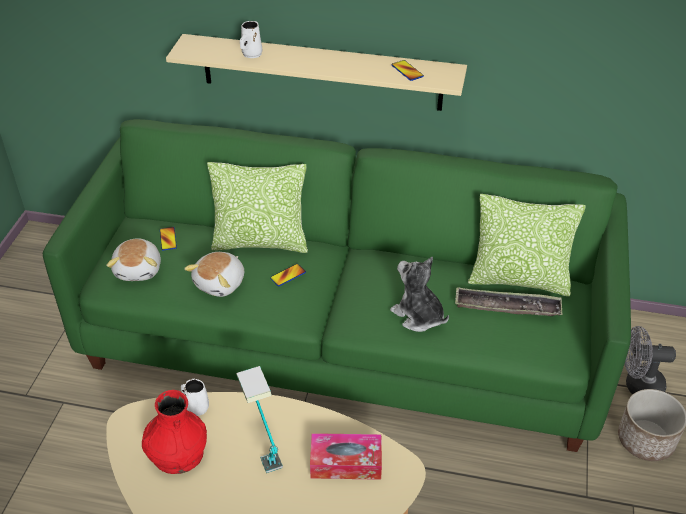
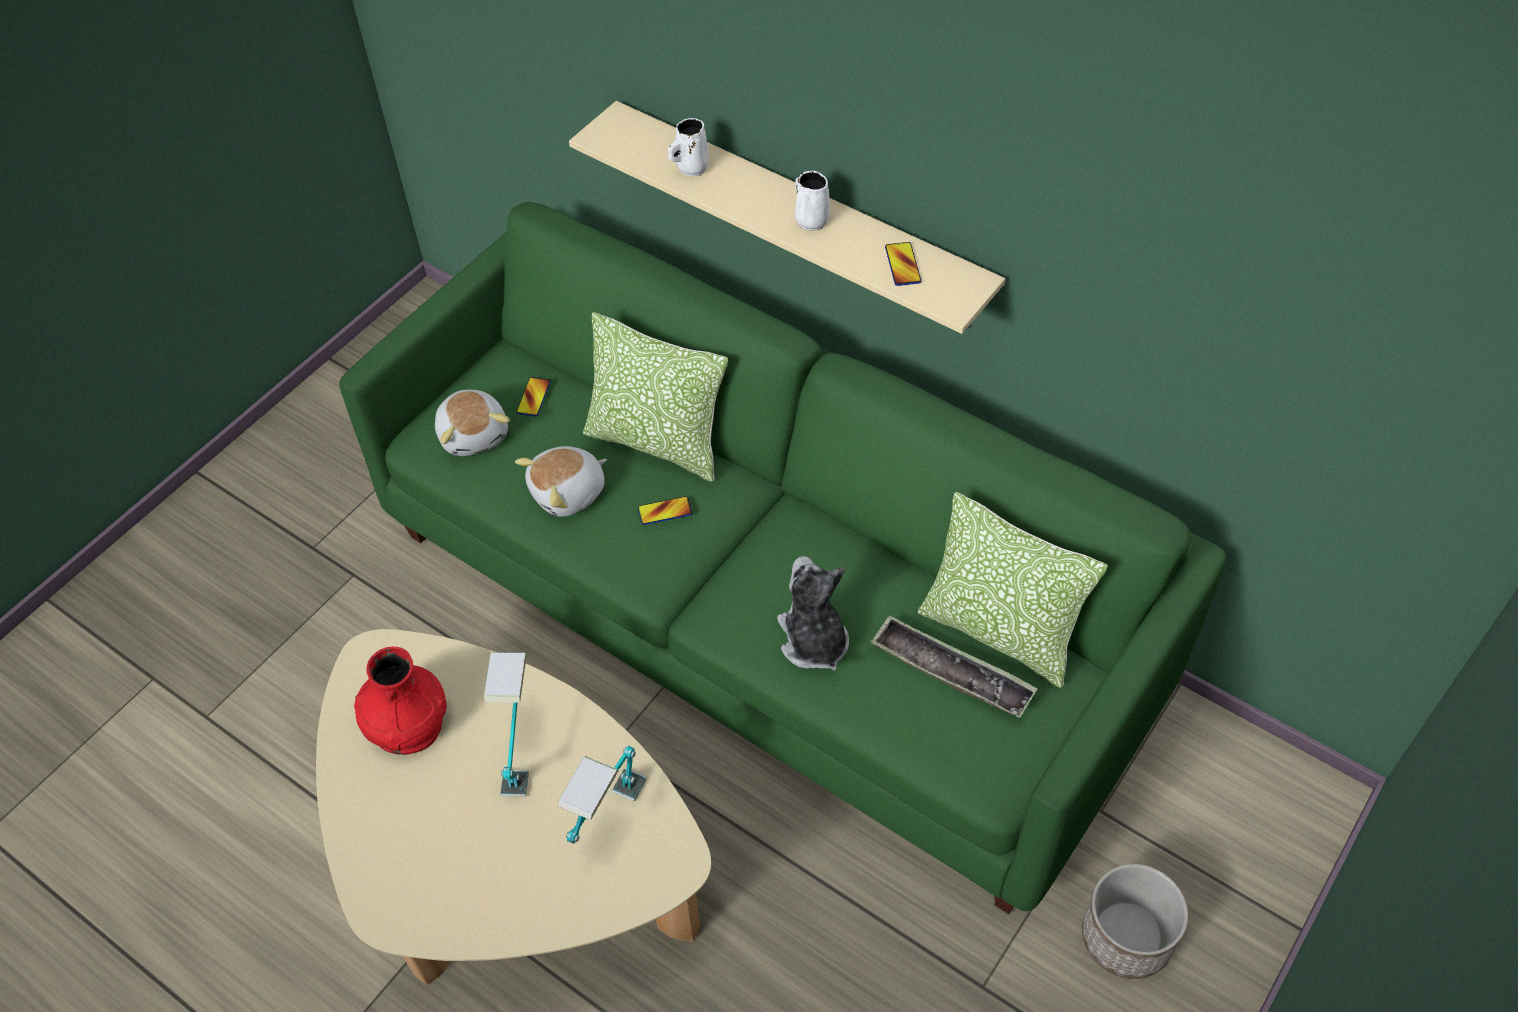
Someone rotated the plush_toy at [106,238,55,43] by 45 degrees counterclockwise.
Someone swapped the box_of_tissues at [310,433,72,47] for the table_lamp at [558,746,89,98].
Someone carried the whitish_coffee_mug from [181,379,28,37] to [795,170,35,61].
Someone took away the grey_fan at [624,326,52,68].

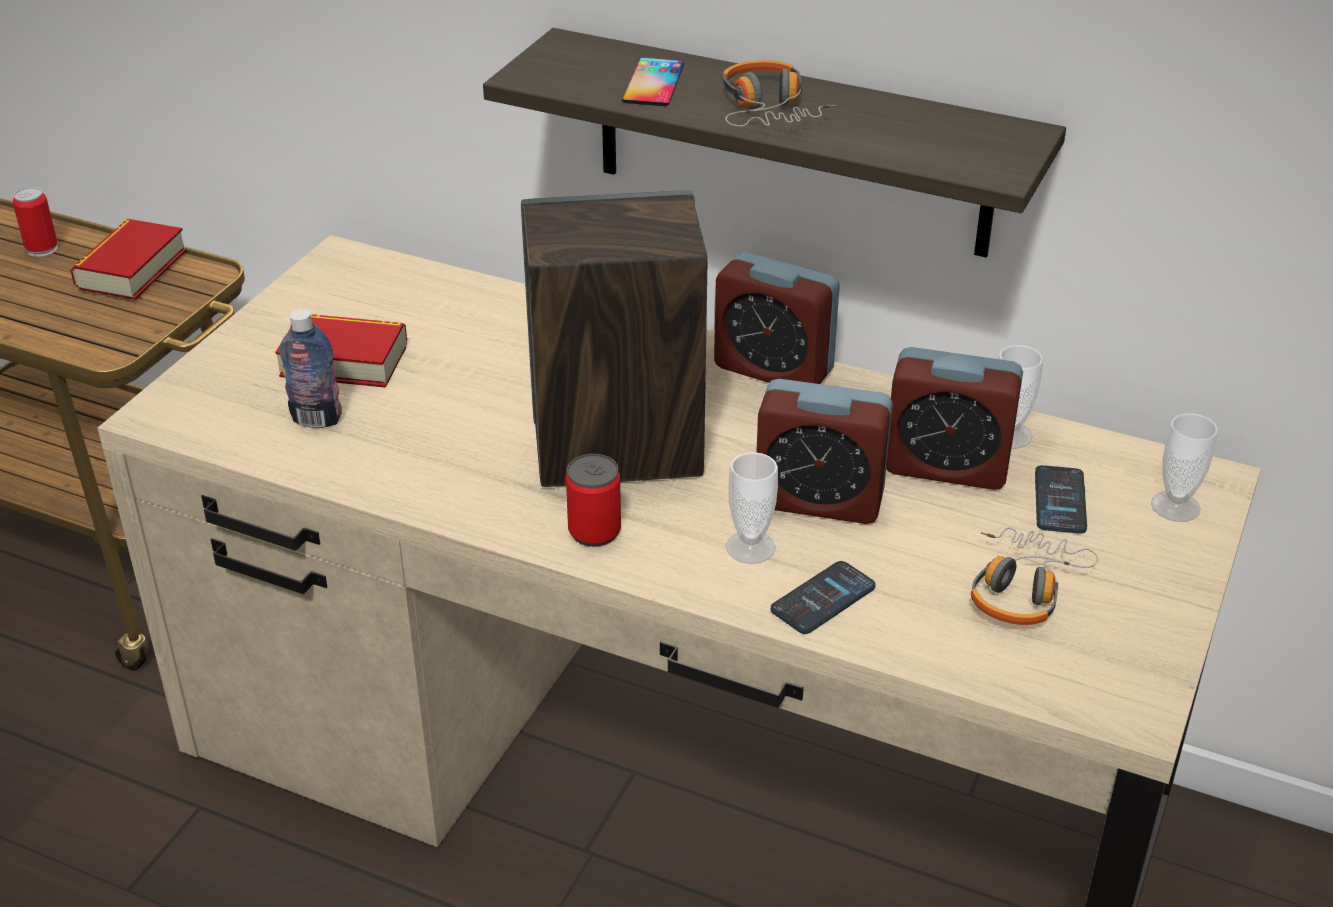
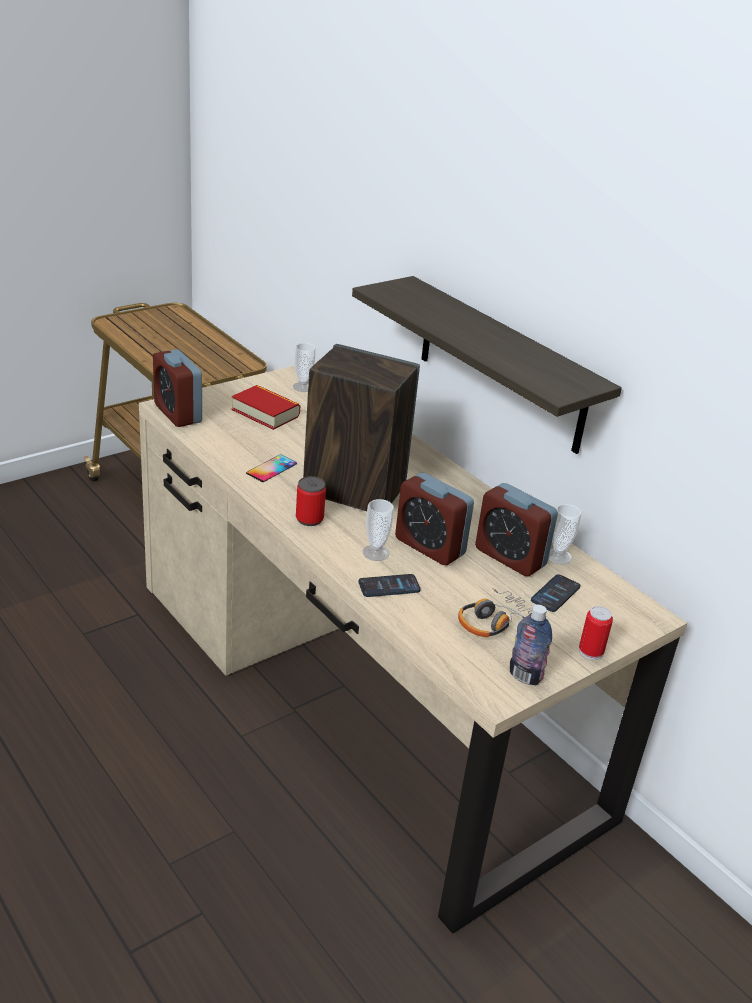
Someone carried the table_clock from [714,252,126,132] to [153,349,49,78].
Someone carried the handset from [622,57,62,49] to [246,454,51,28].
Someone carried the drinking_cup from [1151,413,67,109] to [293,343,23,49].
Someone carried the bottle from [279,309,63,119] to [510,605,42,80].
Someone carried the can from [13,187,45,70] to [579,606,34,54].
Someone took away the bound_book at [70,219,117,81].
Someone took away the pair_of_headphones at [723,60,113,67].

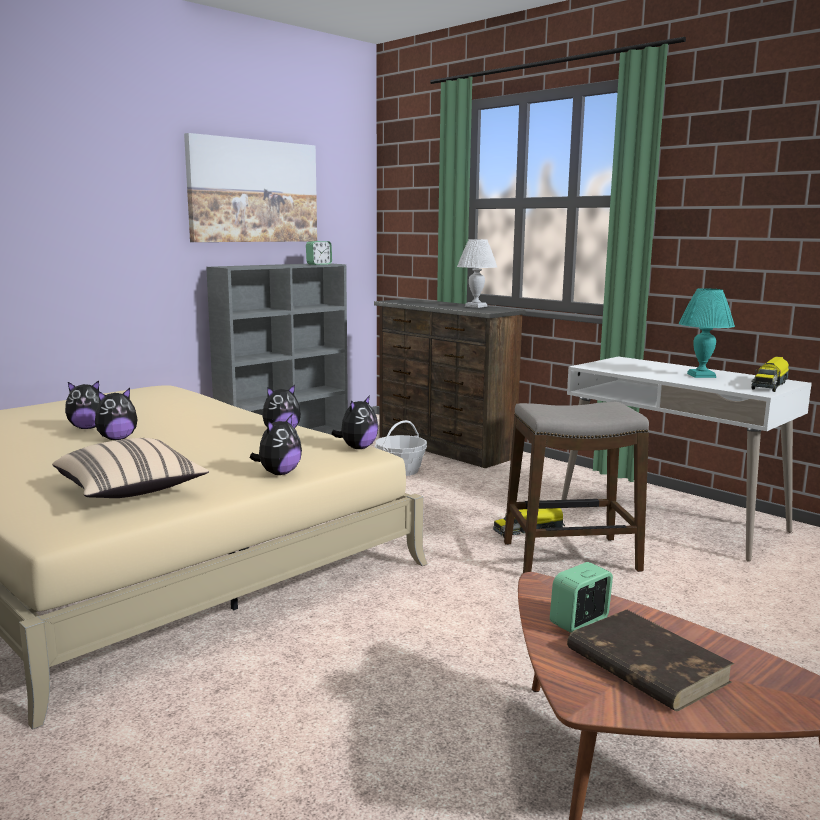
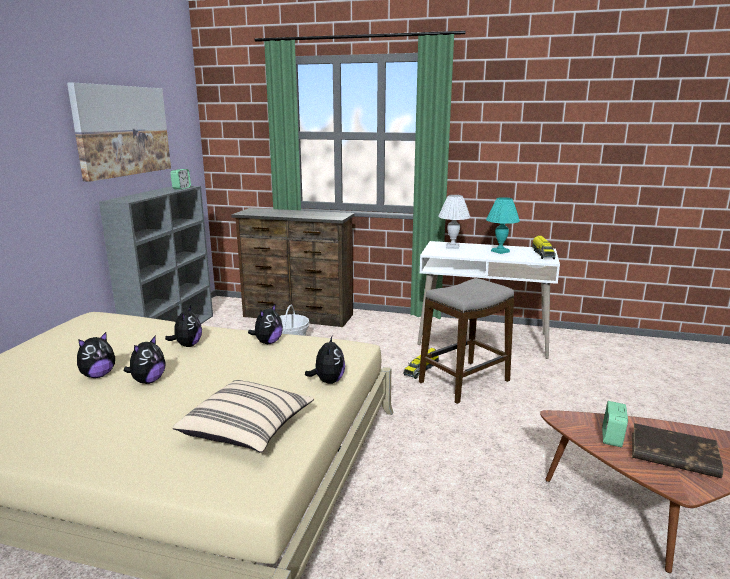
Someone carried the plush_toy from [331,395,47,54] to [165,305,37,42].
Someone carried the whitish_table_lamp from [457,239,40,69] to [438,195,32,54].

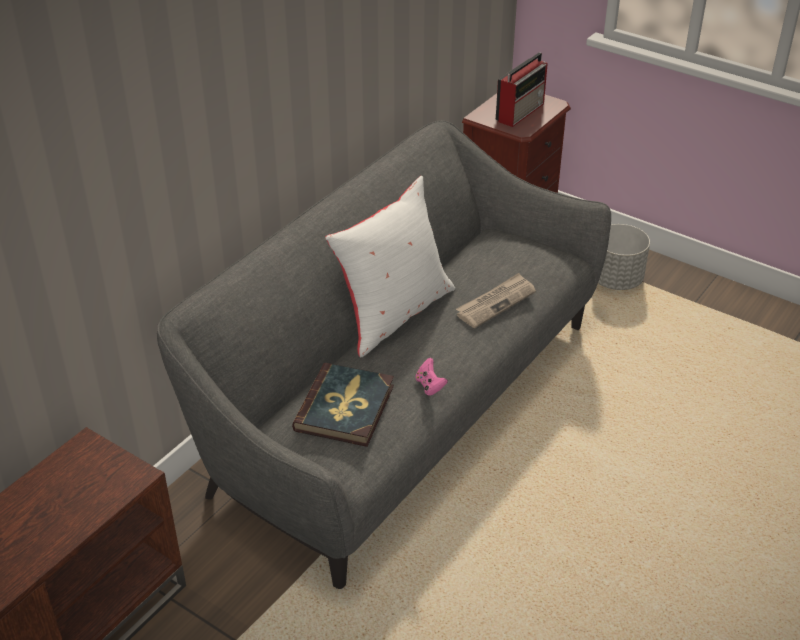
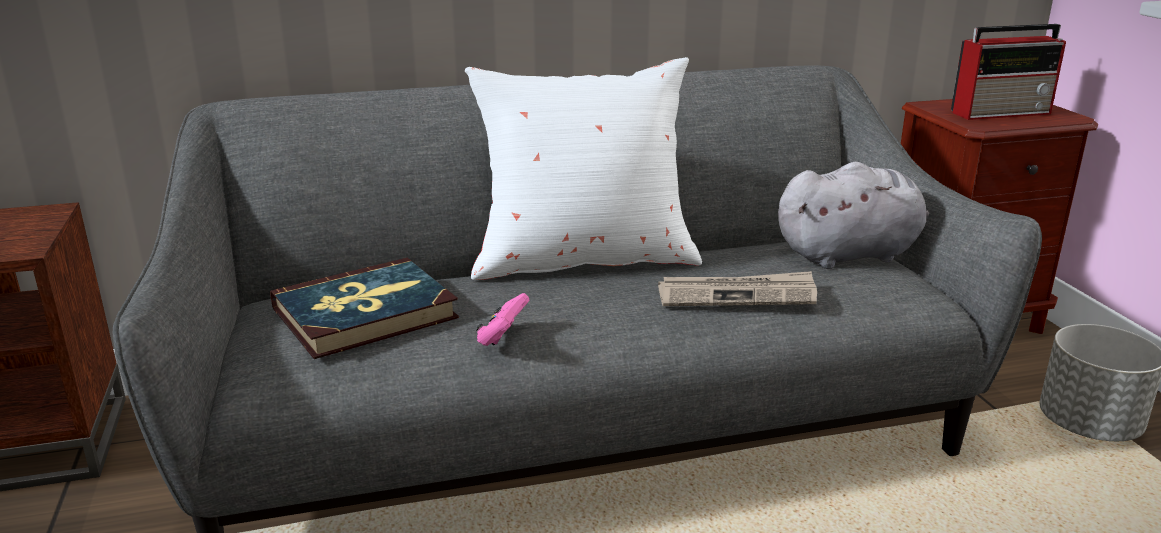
Someone put down the grey_plush_toy at [778,162,151,107].

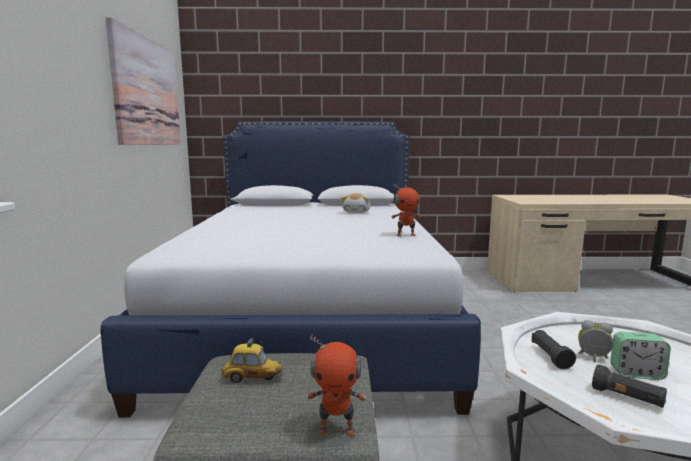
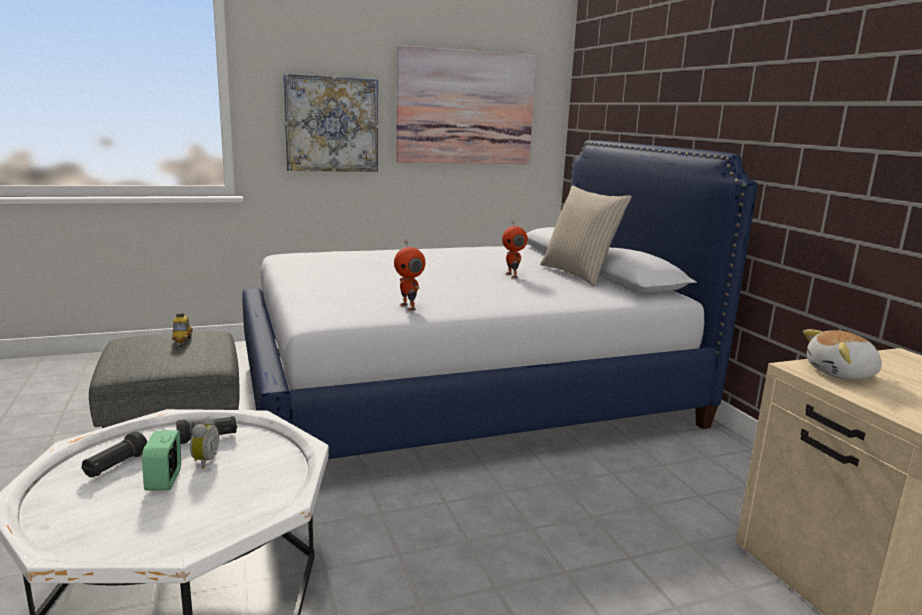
Someone put up the wall_art at [283,74,95,98].
Someone carried the toy_robot from [307,334,59,101] to [502,221,26,57].
Someone put down the beige-coloured_throw_pillow at [540,185,92,102].
Someone carried the plush_toy from [341,193,29,20] to [803,329,79,51].

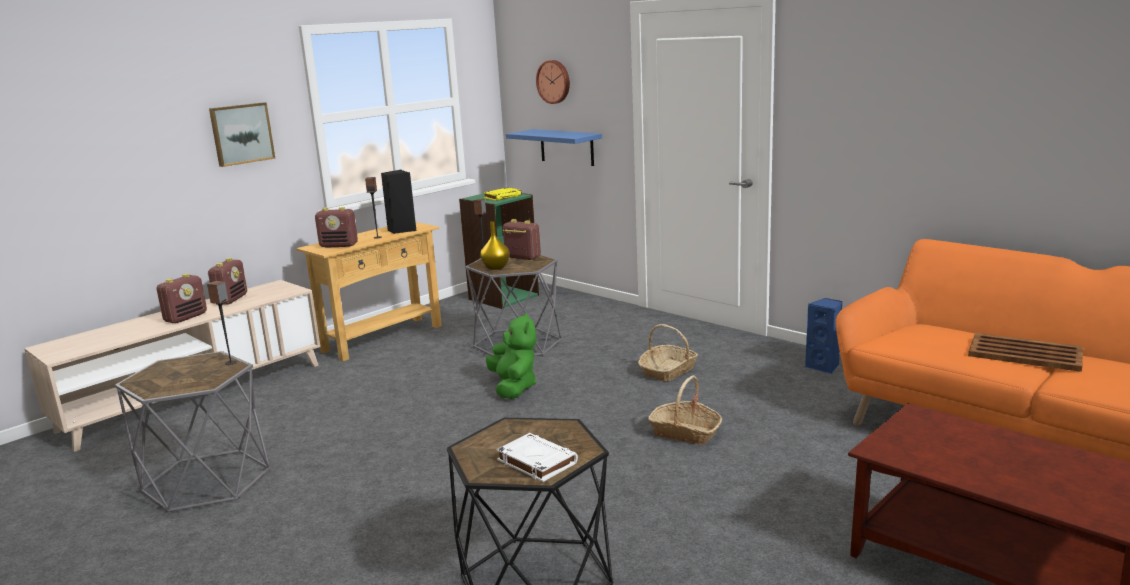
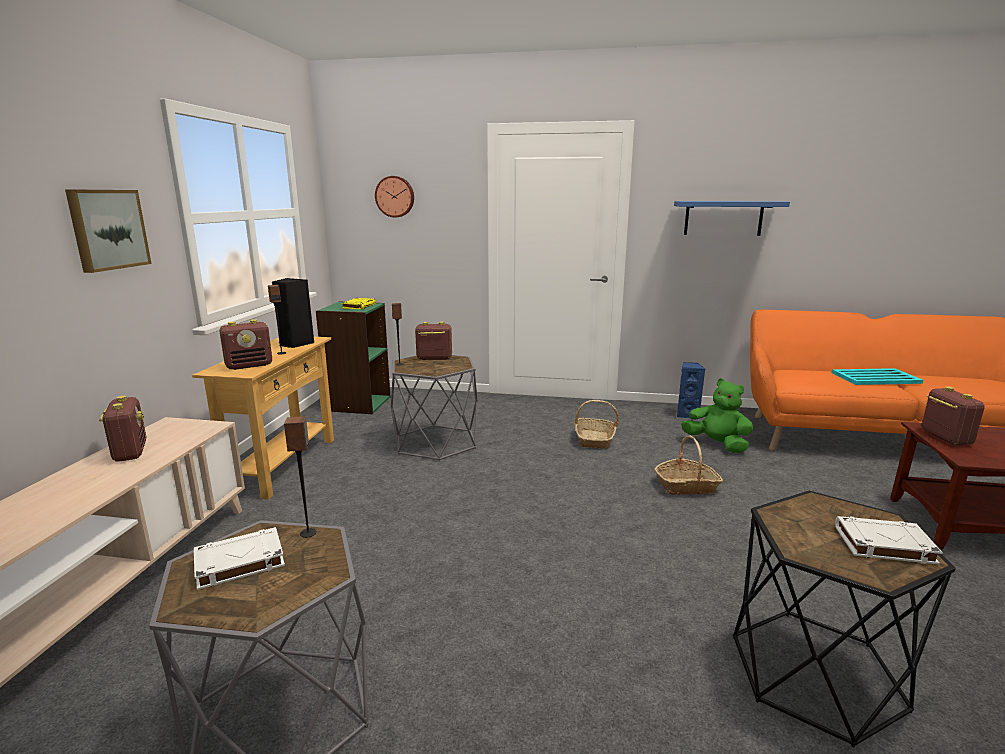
Someone put down the whitish_bound_book at [194,527,91,63].
Someone carried the bluish_wall_shelf from [506,129,96,37] to [674,201,116,35].
Someone carried the green-coloured_plush_toy from [486,312,51,87] to [681,379,72,74].
Someone repainted the brownish_serving_tray at [968,333,115,39], which became the turquoise-coloured_serving_tray at [831,368,92,17].
Someone carried the radio_receiver from [157,273,50,50] to [922,387,63,59].
Someone took away the yellowish_decorative_vase at [480,221,30,49].

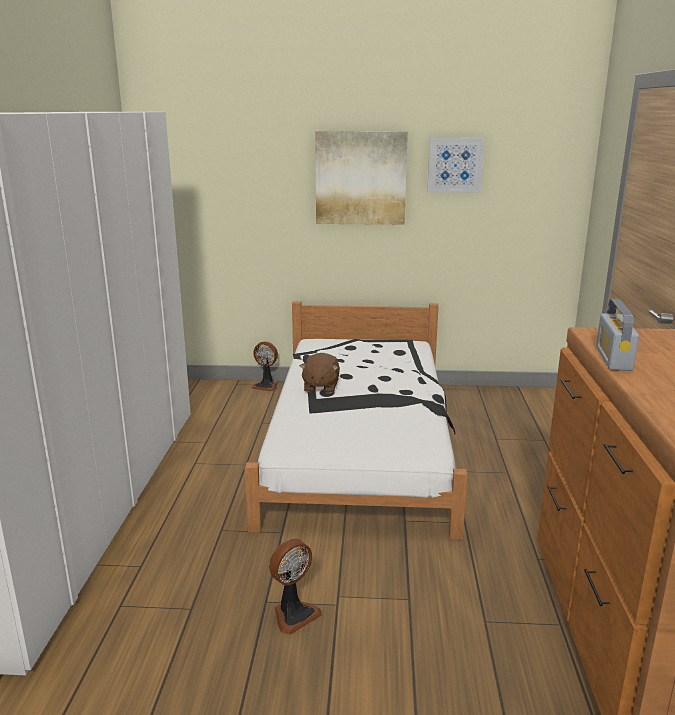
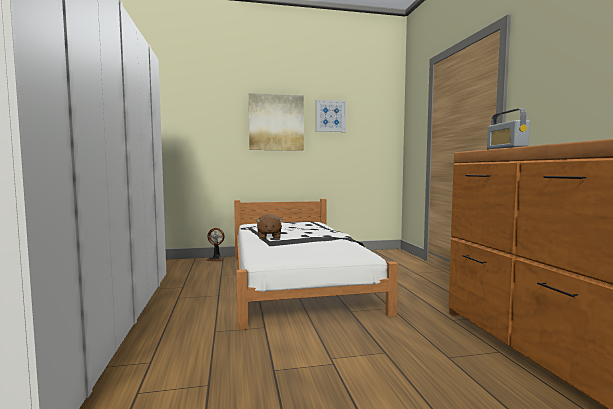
Someone took away the fan at [269,539,53,96].

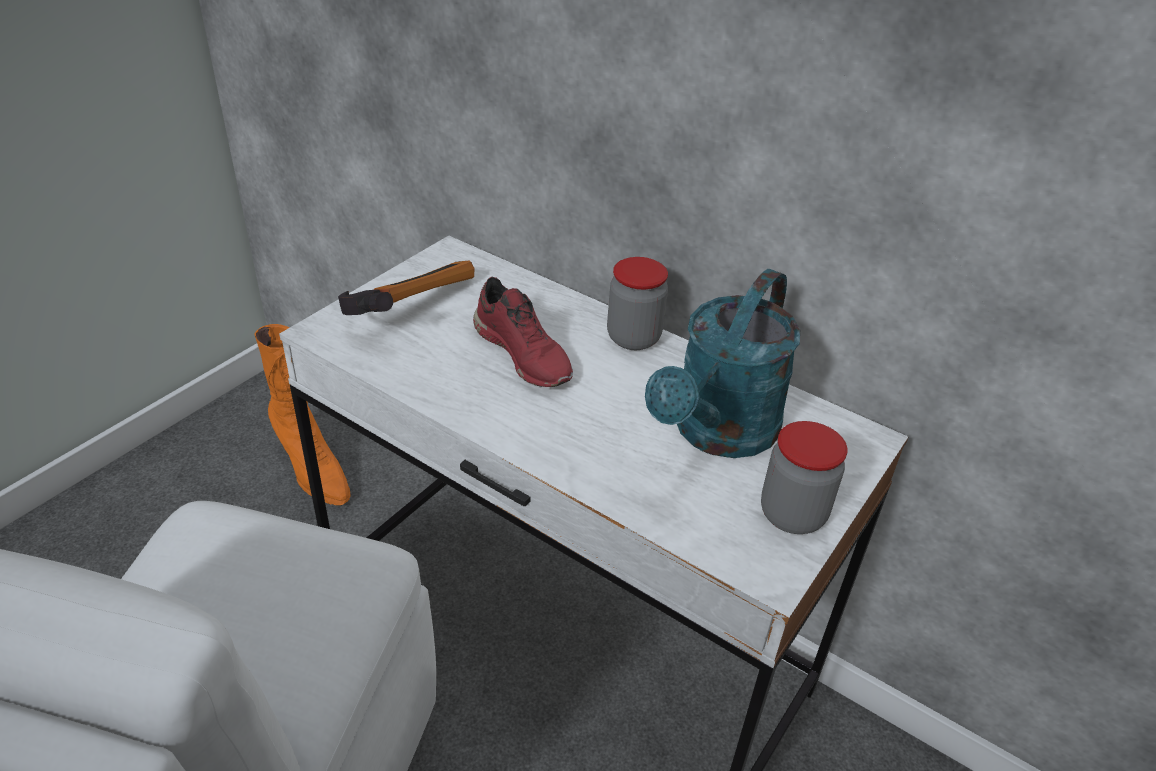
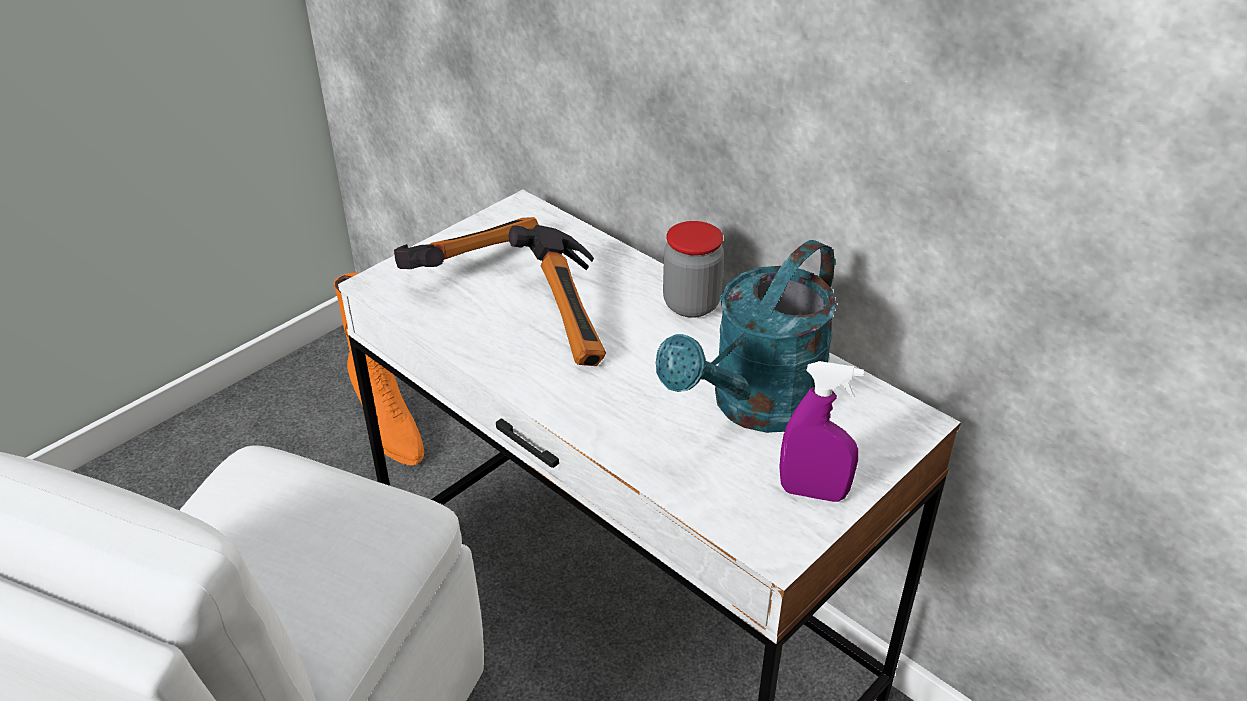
Someone swapped the red_shoe at [473,277,100,110] for the hand_hammer at [509,225,97,141].
Someone swapped the jar at [761,421,86,113] for the purple-coloured_sprayer at [779,361,85,141].

